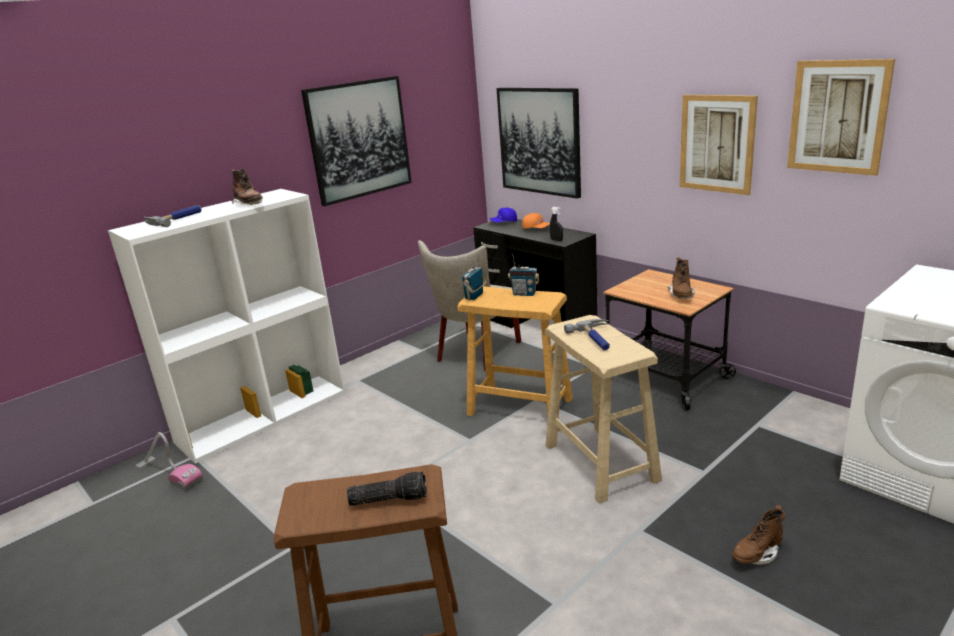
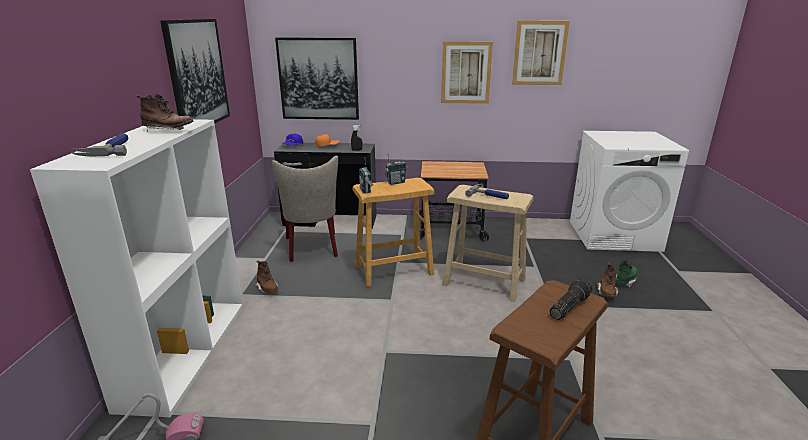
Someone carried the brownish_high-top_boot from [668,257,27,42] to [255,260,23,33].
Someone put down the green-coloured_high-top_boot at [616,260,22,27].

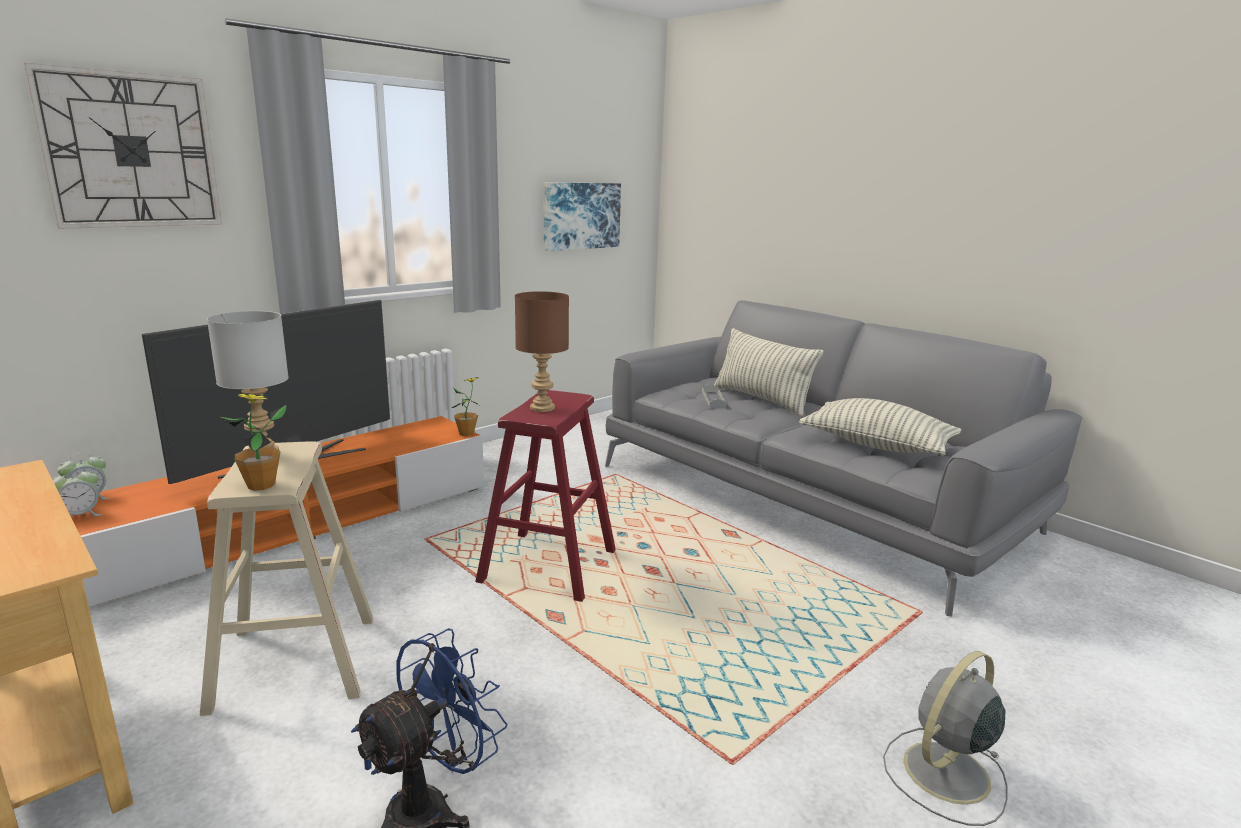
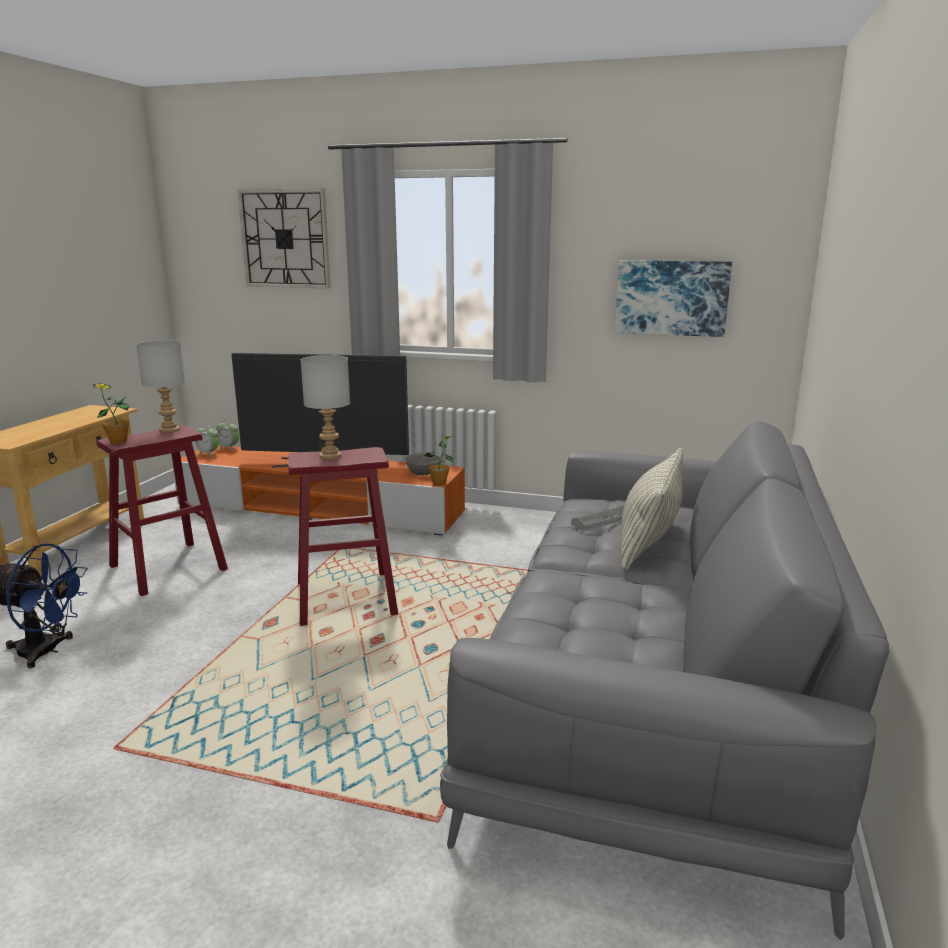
Someone repainted the beige-coloured_stool at [200,441,173,275], which became the red_stool at [96,426,132,170].
Someone repainted the brownish_table_lamp at [515,291,54,121], which became the grey_table_lamp at [301,355,49,104].
Someone put down the grey_deep_dish at [405,453,38,22].
Someone took away the throw_pillow at [799,398,162,57].
Someone took away the grey_fan at [883,651,125,175].

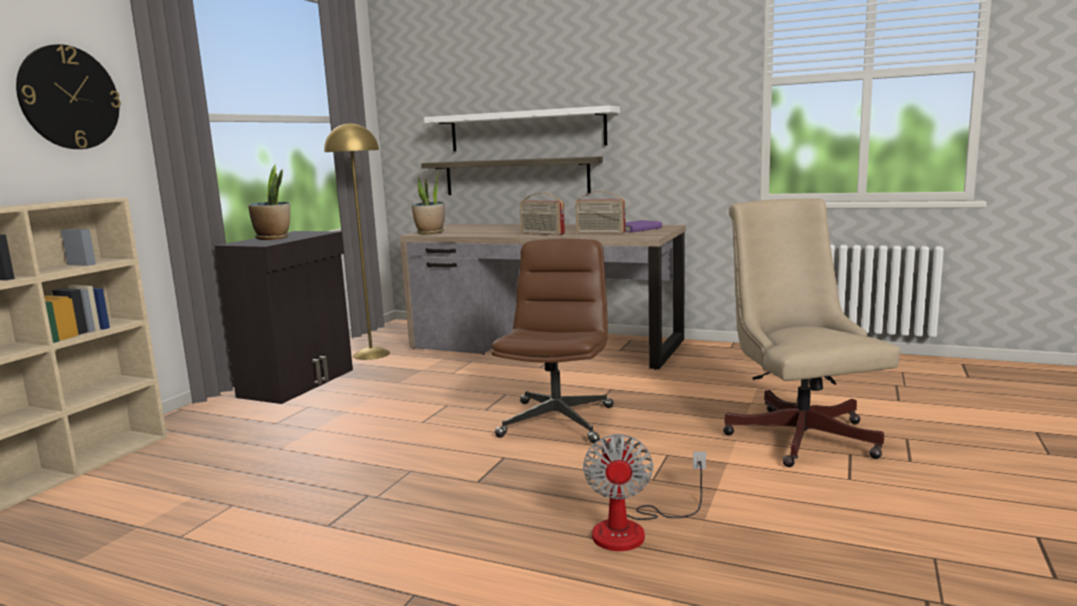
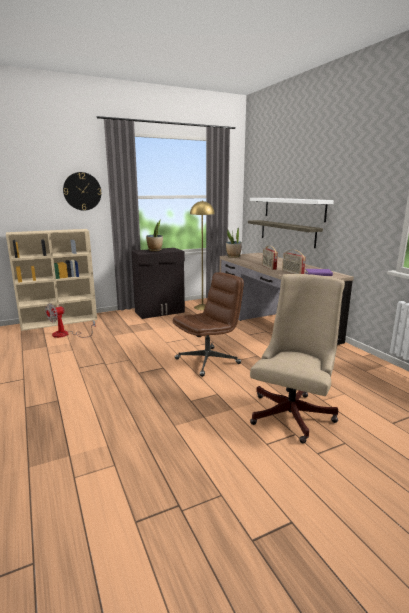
Someone carried the fan from [583,434,123,117] to [45,303,51,35].

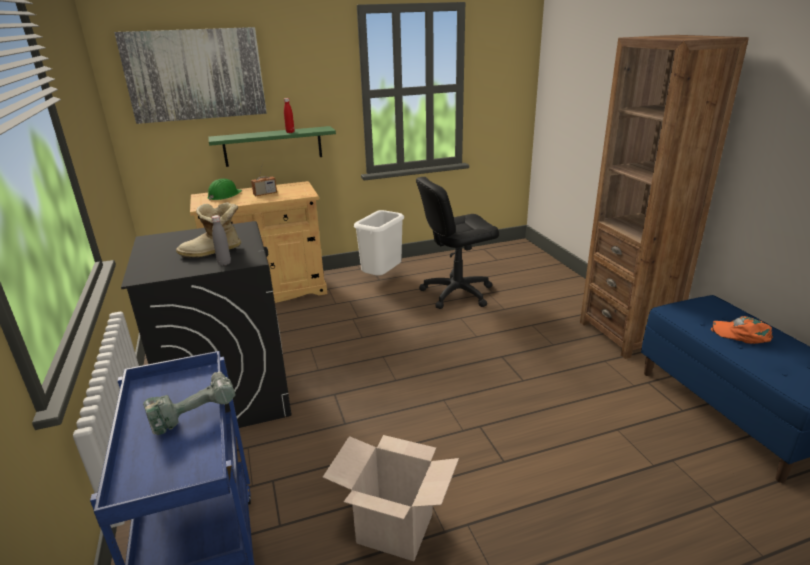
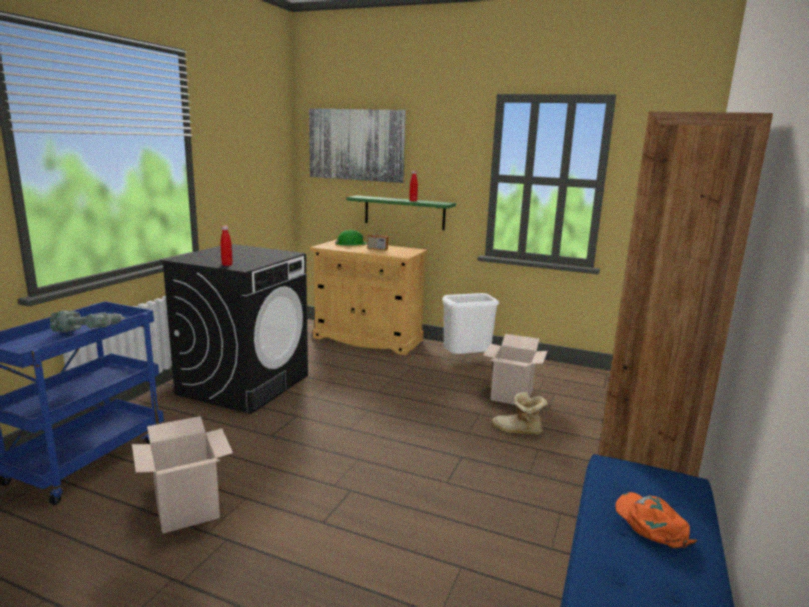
Someone repainted the grey_bottle at [211,215,20,51], which became the red_bottle at [221,226,12,40].
Someone swapped the black_computer_chair at [416,177,83,132] for the carton at [483,334,64,71].
Someone carried the high-top_boot from [176,202,65,56] to [492,392,56,43].

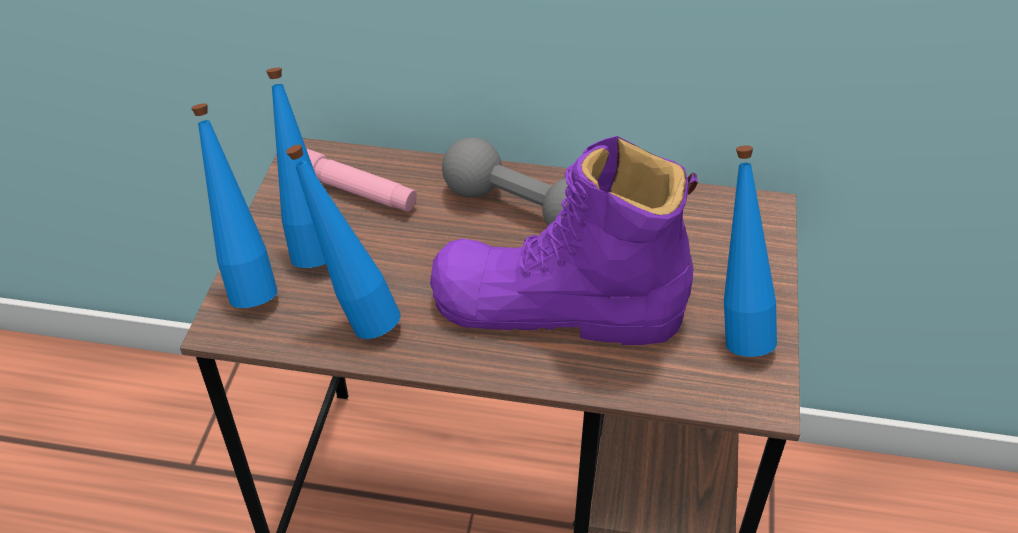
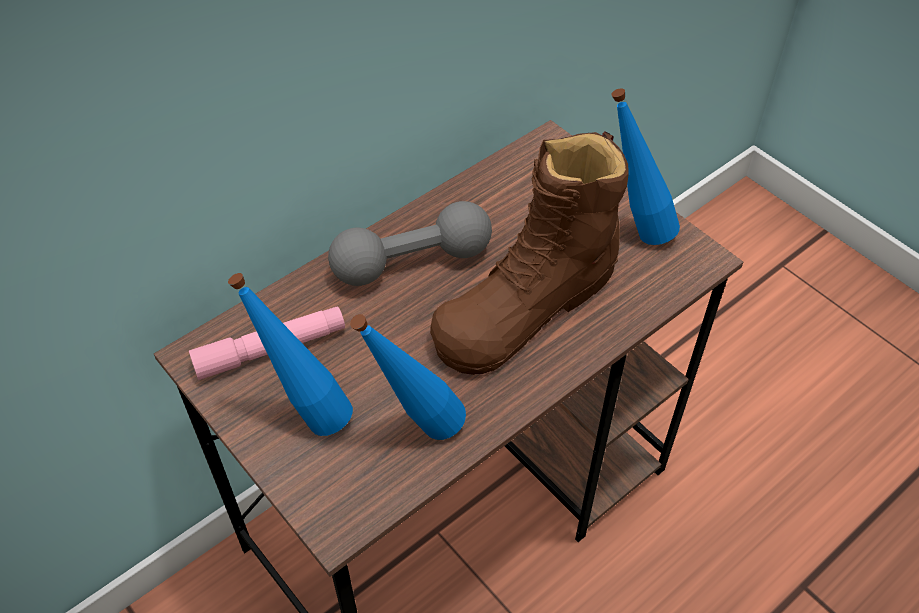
Someone repainted the purple-coloured_high-top_boot at [430,136,268,209], which became the brownish_high-top_boot at [430,131,199,244].
Someone took away the bluish_bottle at [191,104,86,204].

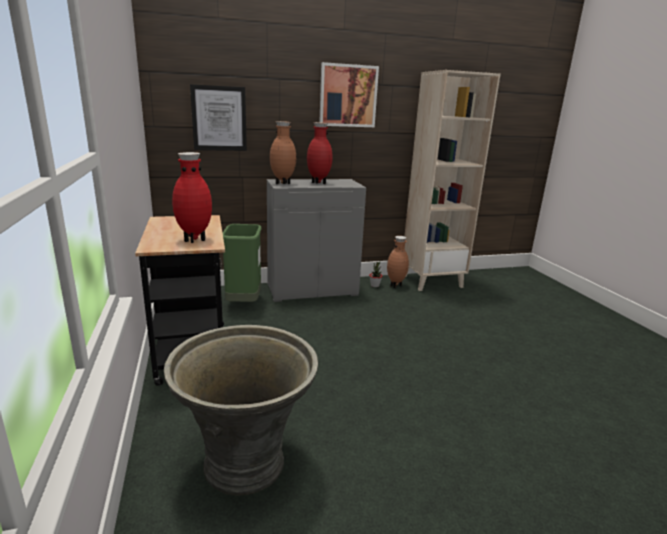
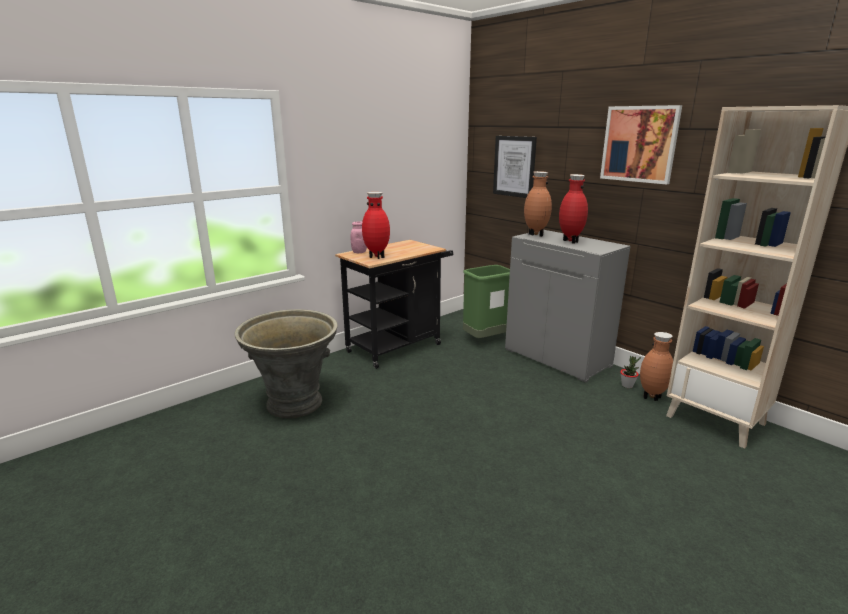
Someone put down the pinkish_jar at [351,222,16,31].

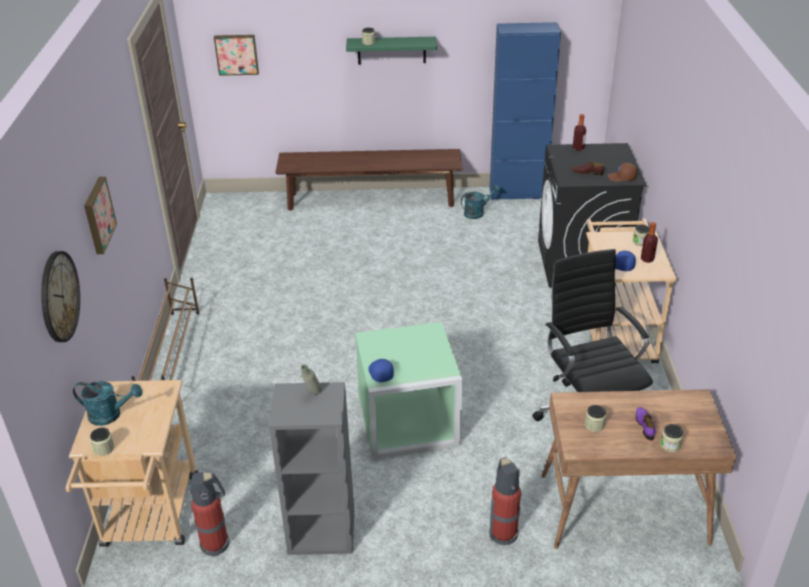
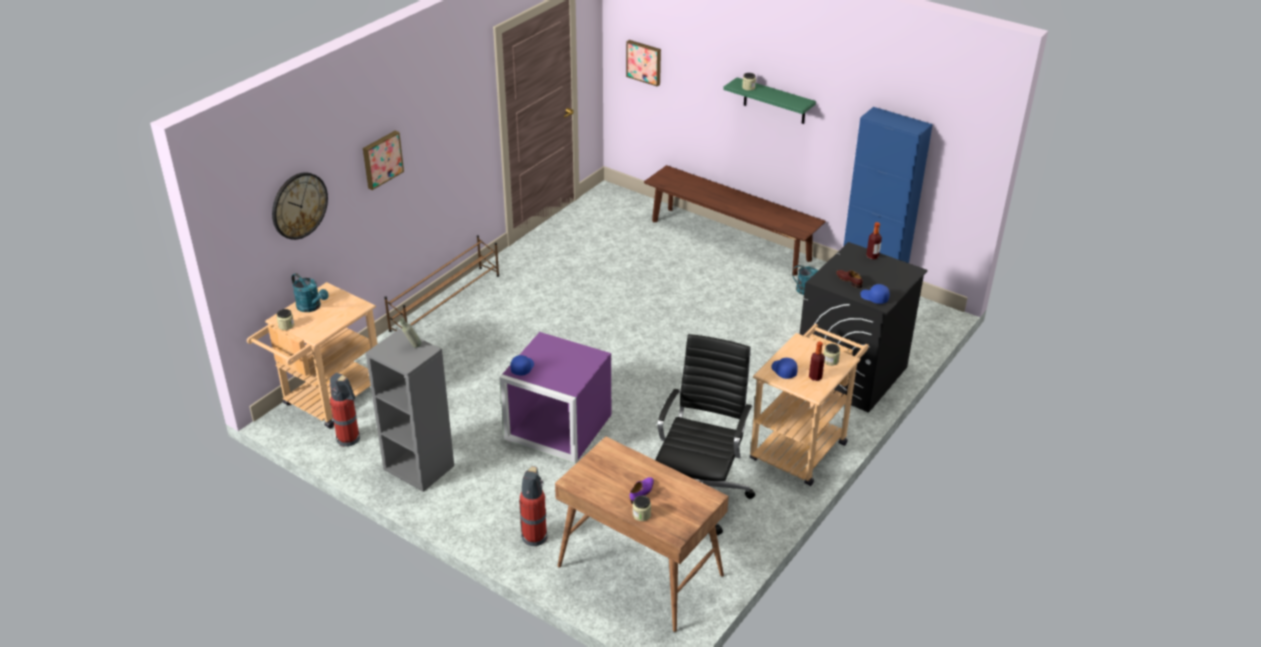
Someone repainted the green-coloured_storage_bin at [355,322,107,137], which became the purple-coloured_storage_bin at [499,332,112,131].
Someone repainted the brownish_baseball_cap at [607,163,30,19], which became the bluish_baseball_cap at [860,284,30,20].
Someone took away the jar at [585,405,21,27].

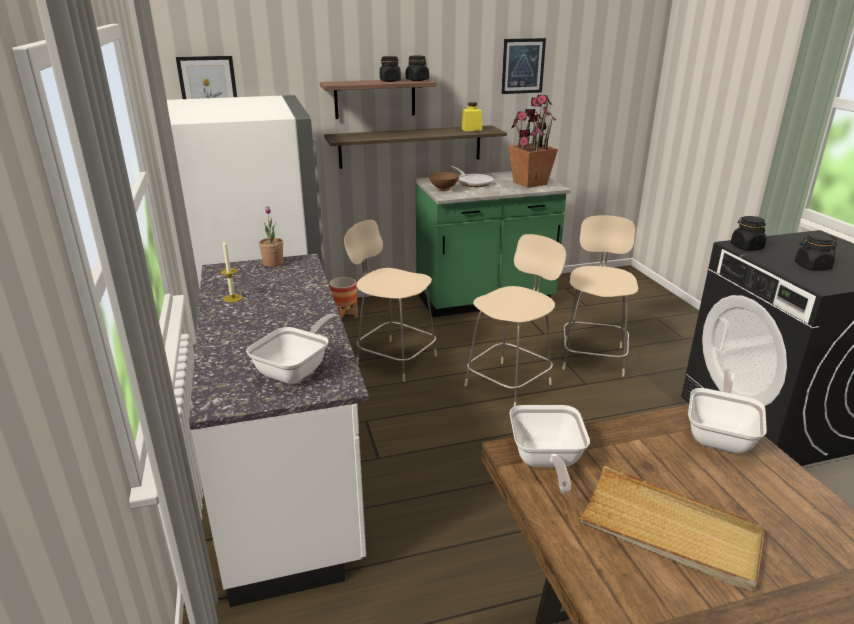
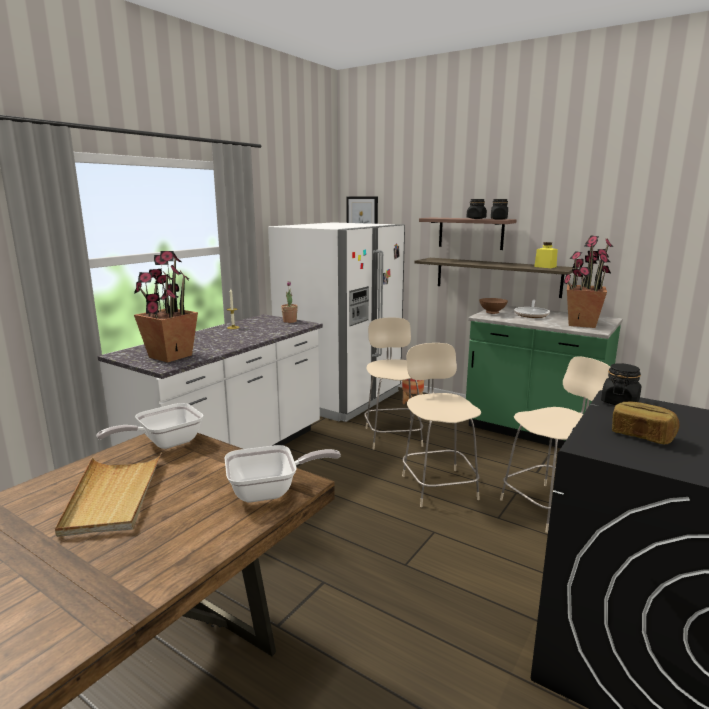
Someone swapped the frying_pan at [246,314,93,70] for the potted_plant at [134,251,64,111].
Someone rotated the beige-coloured_chair at [464,234,102,173] by 105 degrees counterclockwise.
Someone swapped the black_jar at [795,233,42,38] for the baked_bread at [612,402,68,43].
Someone took away the wall_art at [501,38,45,56].

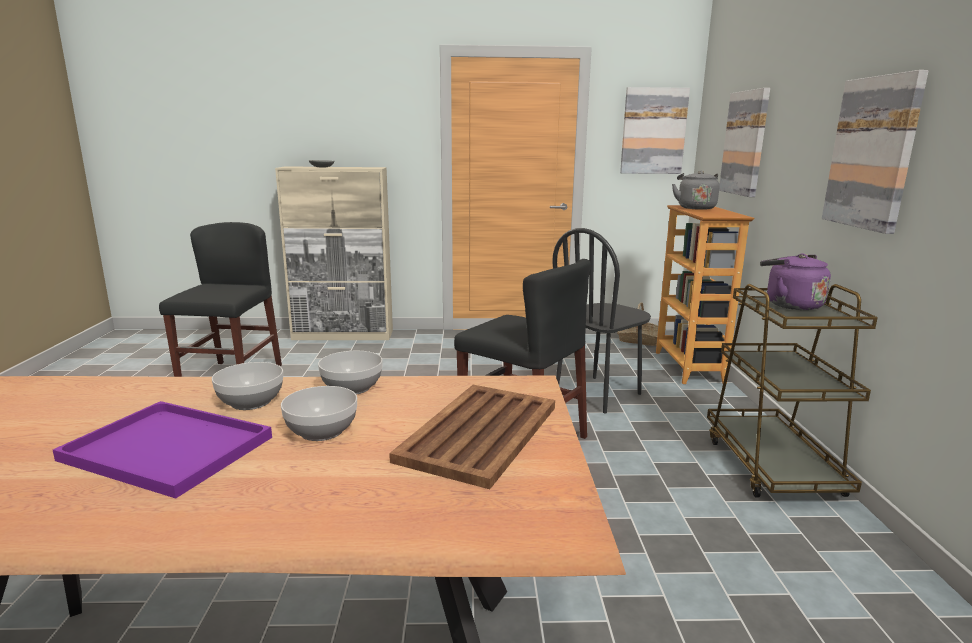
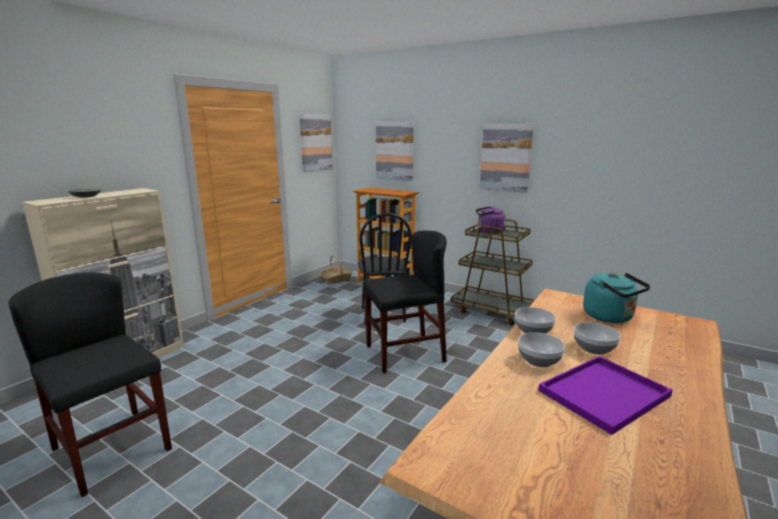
Someone swapped the brownish_serving_tray at [389,385,166,104] for the turquoise-coloured_water_kettle at [583,273,68,50].
Someone took away the grey_water_kettle at [672,171,48,39].

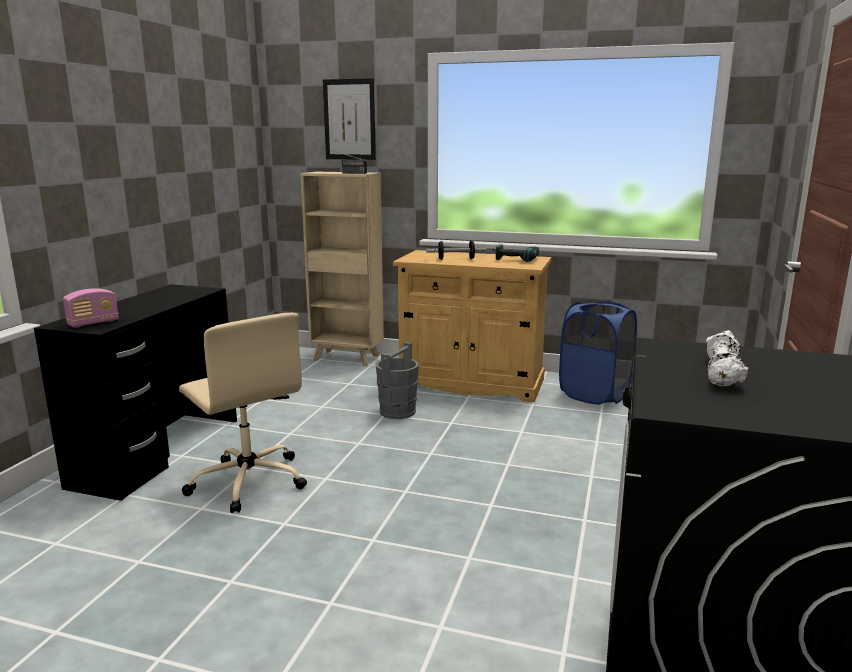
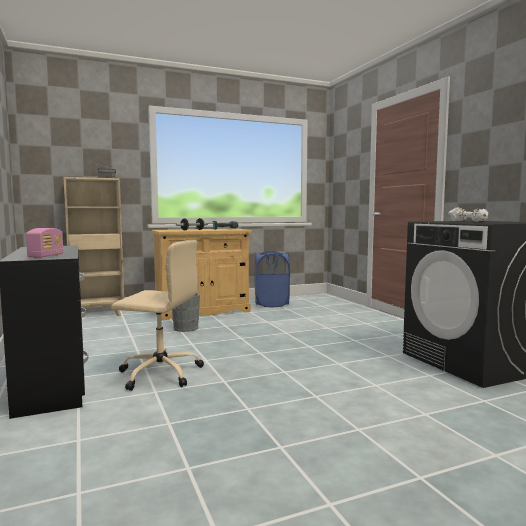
Someone took away the wall_art at [323,78,53,82].

